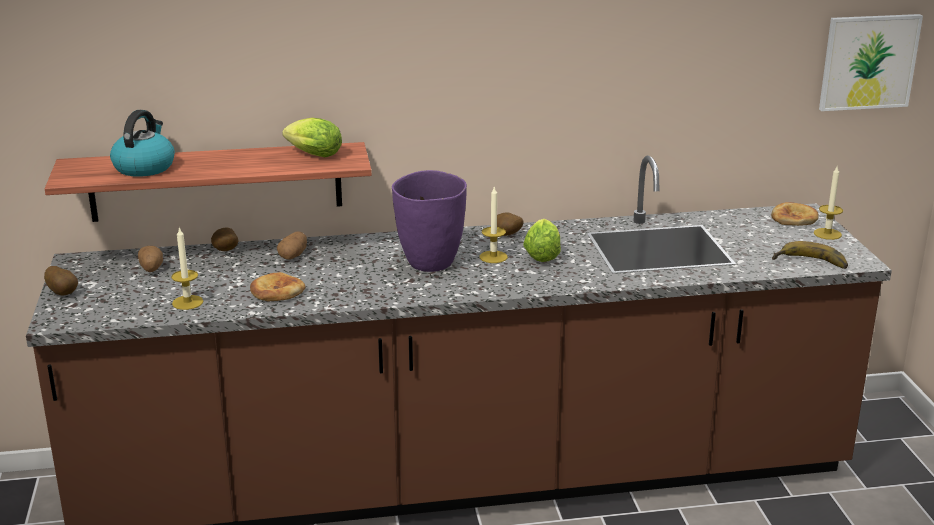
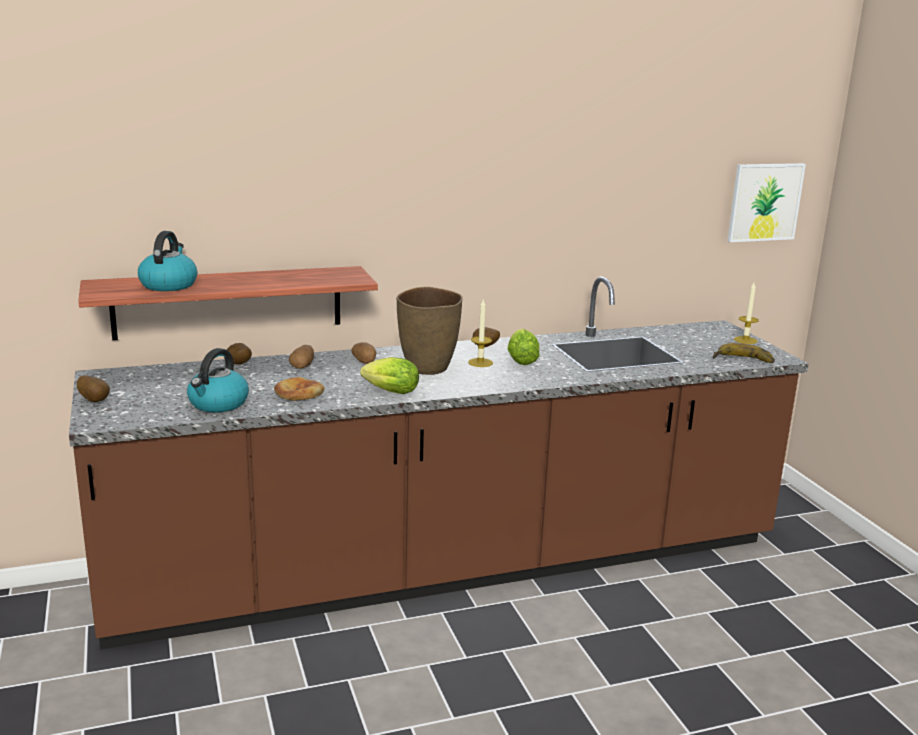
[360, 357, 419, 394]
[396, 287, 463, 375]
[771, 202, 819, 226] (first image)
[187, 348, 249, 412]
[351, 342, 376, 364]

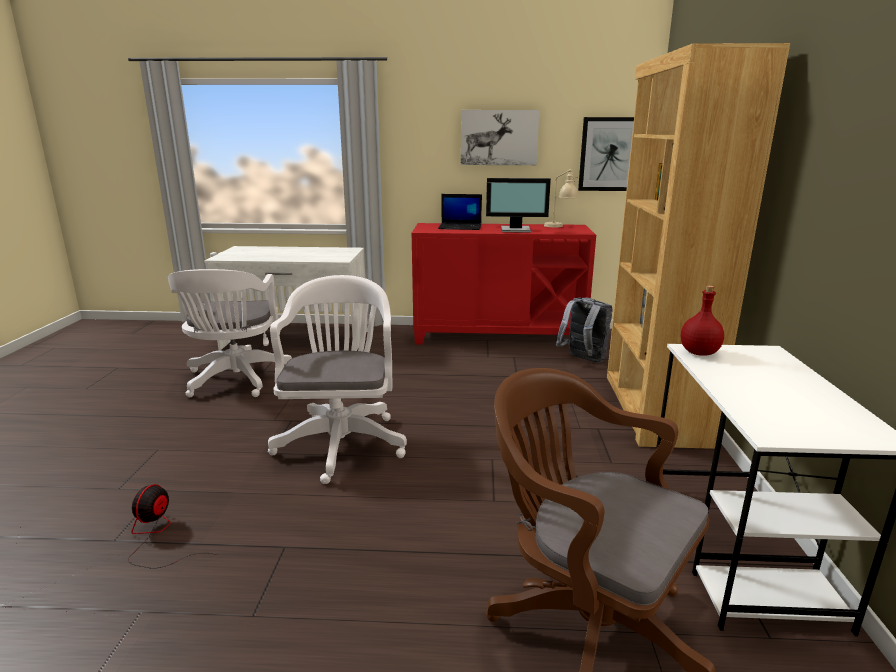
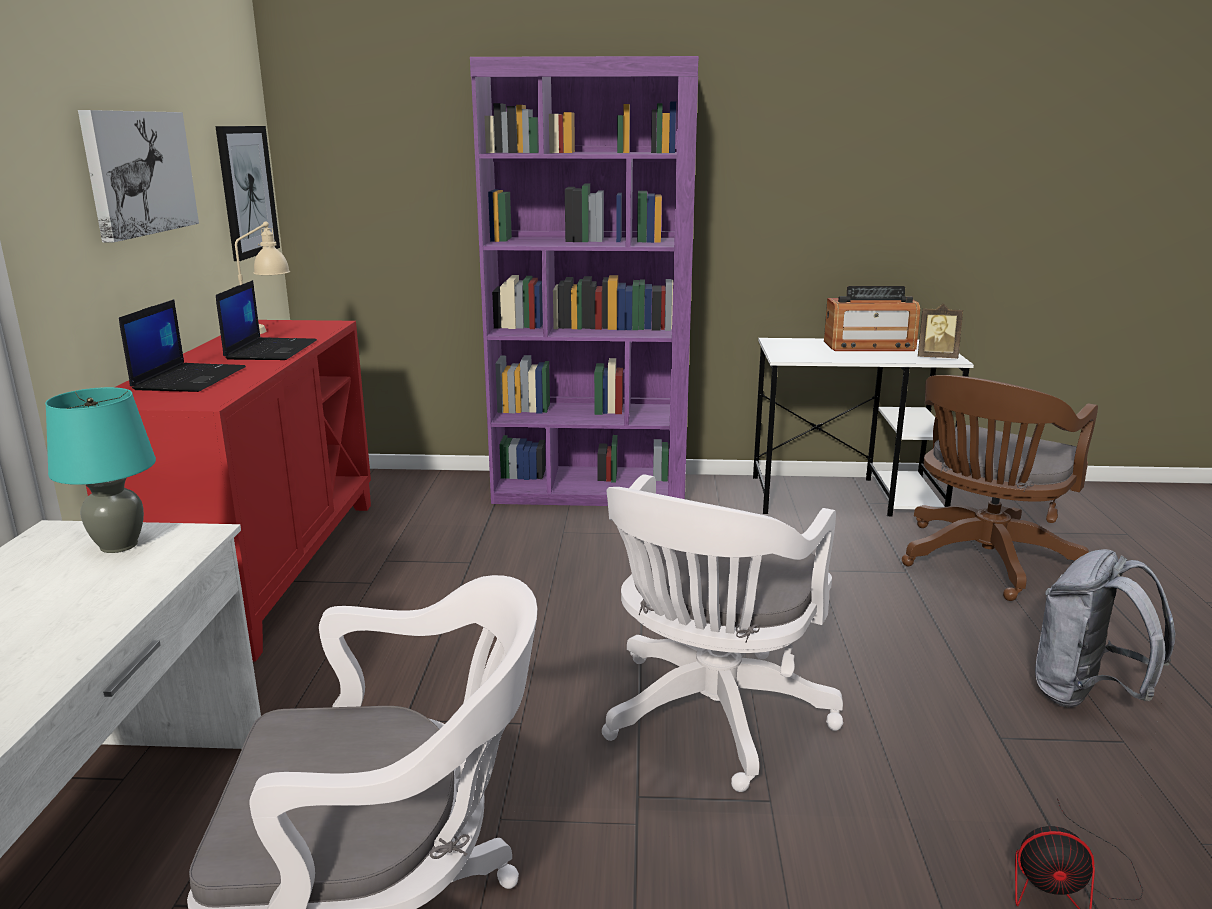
[470, 56, 699, 506]
[216, 280, 317, 360]
[602, 474, 843, 792]
[681, 285, 724, 356] (first image)
[1035, 549, 1176, 707]
[824, 286, 920, 351]
[918, 304, 963, 358]
[45, 387, 156, 553]

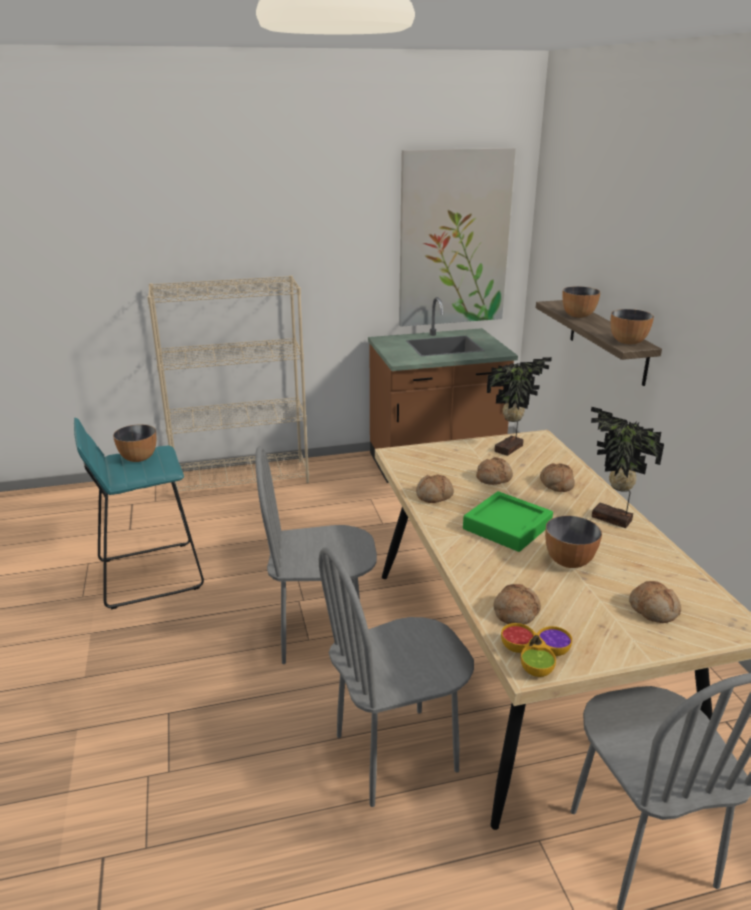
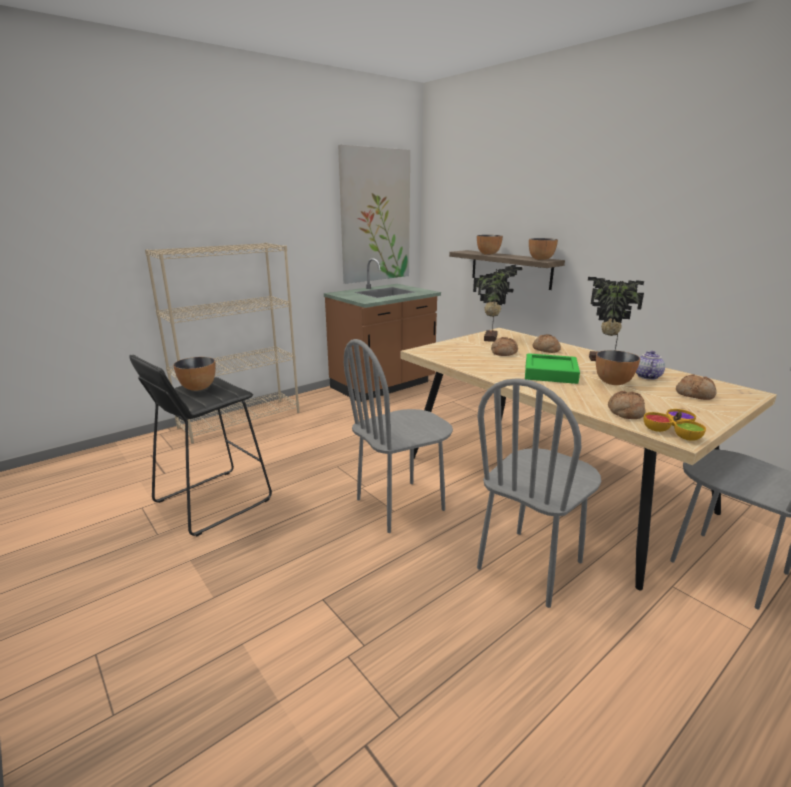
[129, 355, 272, 536]
[416, 474, 454, 503] (first image)
[636, 351, 665, 380]

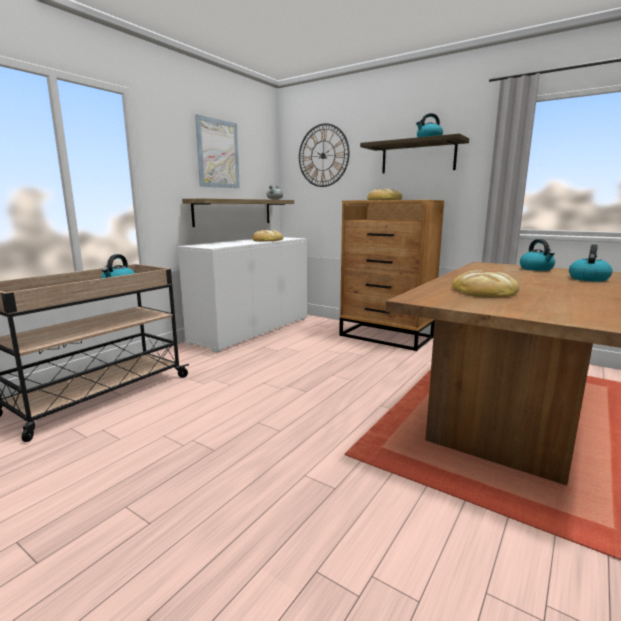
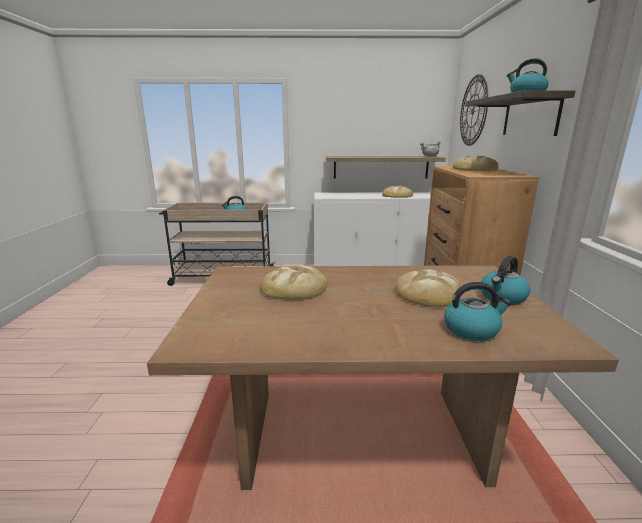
[195, 114, 240, 188] (first image)
[395, 270, 461, 307]

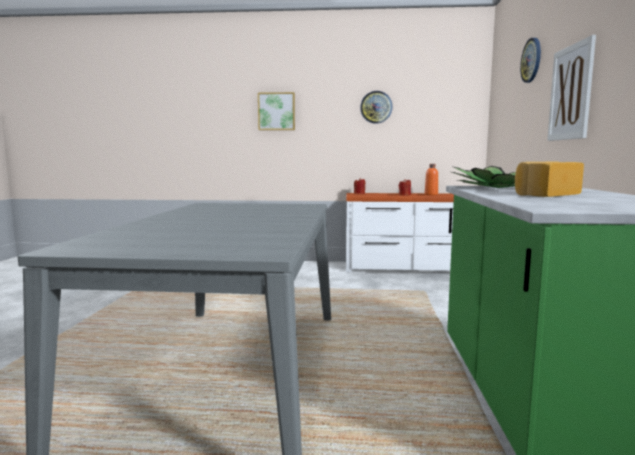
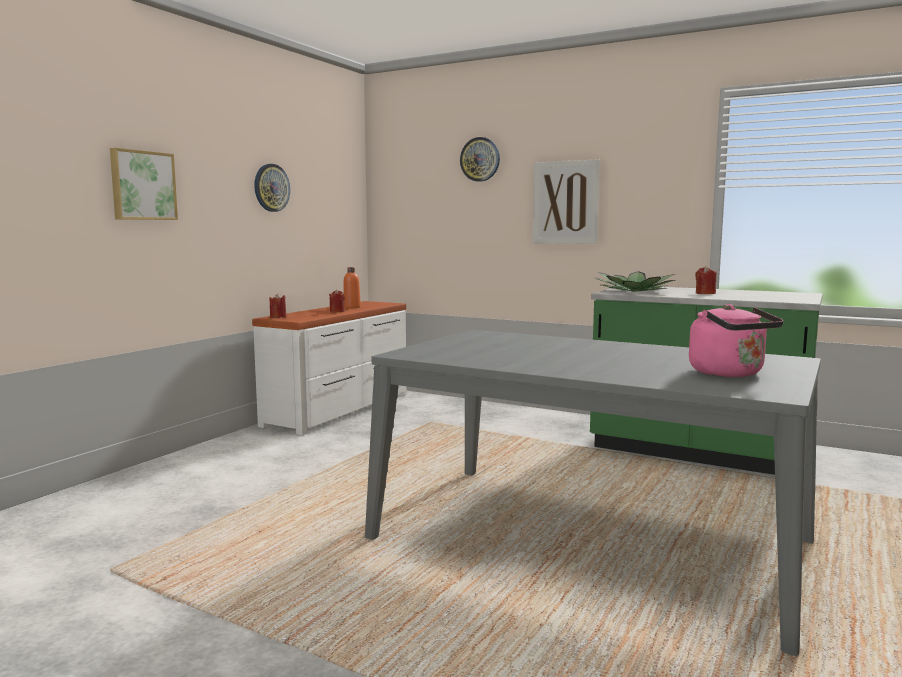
[695, 266, 716, 294]
[689, 304, 783, 377]

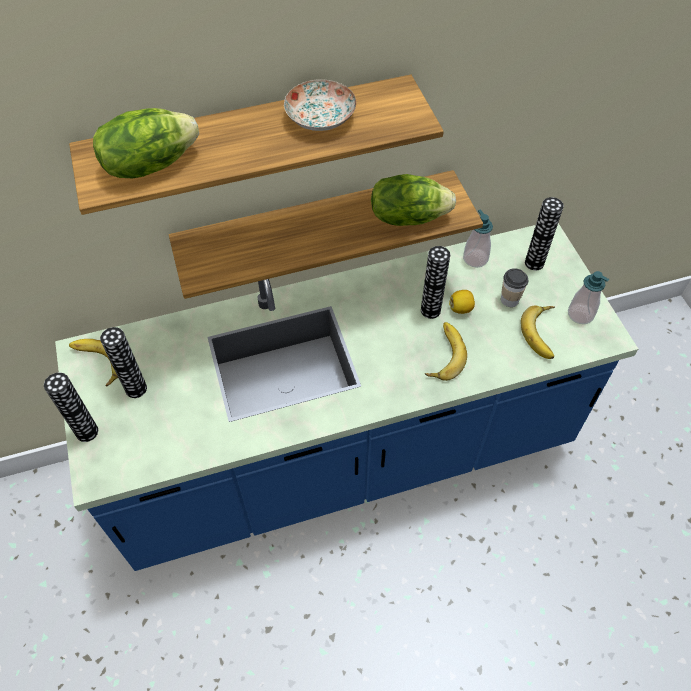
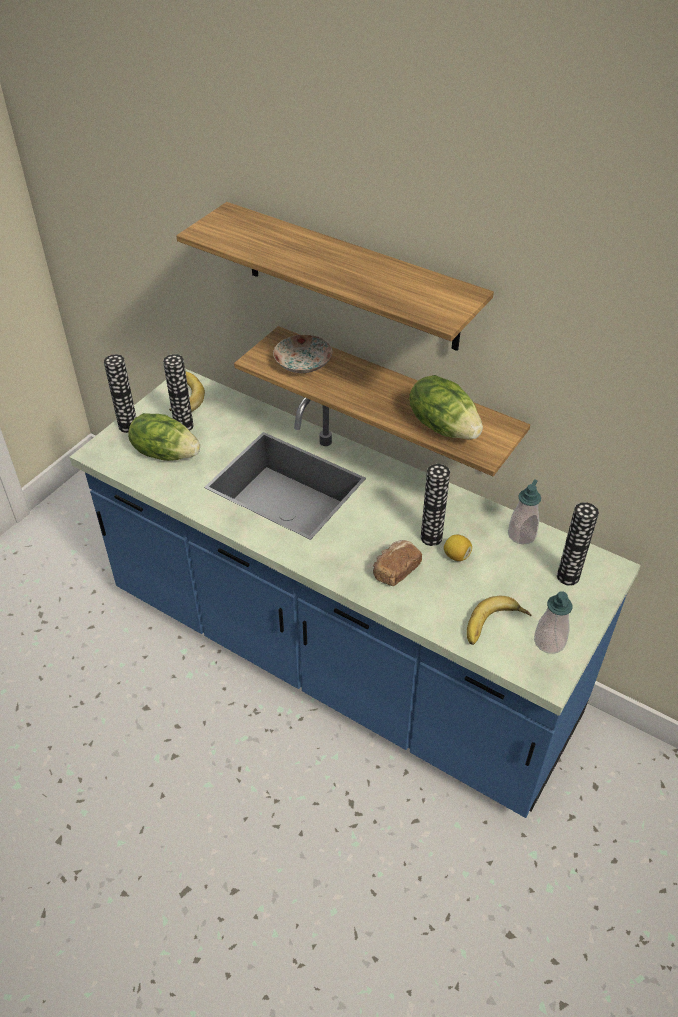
[273, 335, 333, 373]
[128, 413, 200, 461]
[501, 268, 528, 307] (first image)
[373, 540, 422, 586]

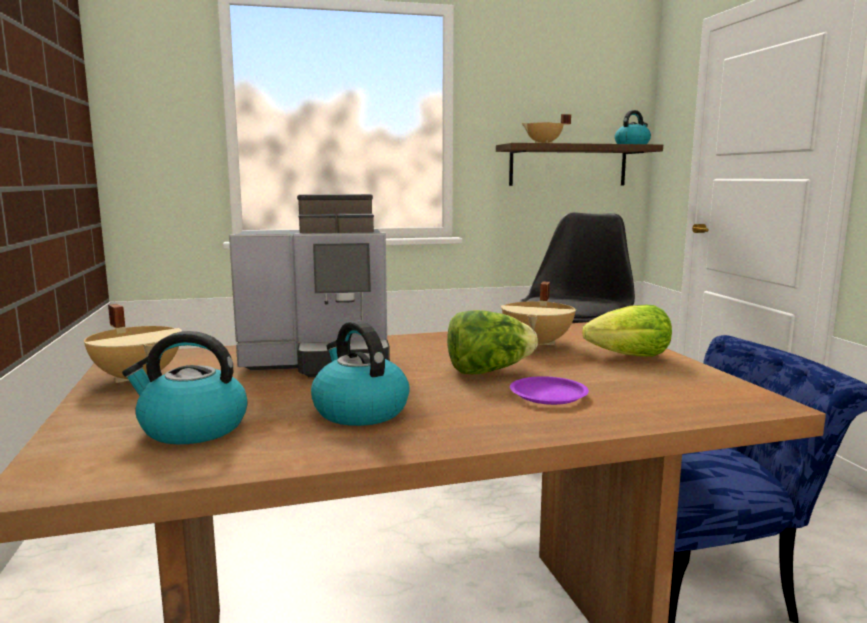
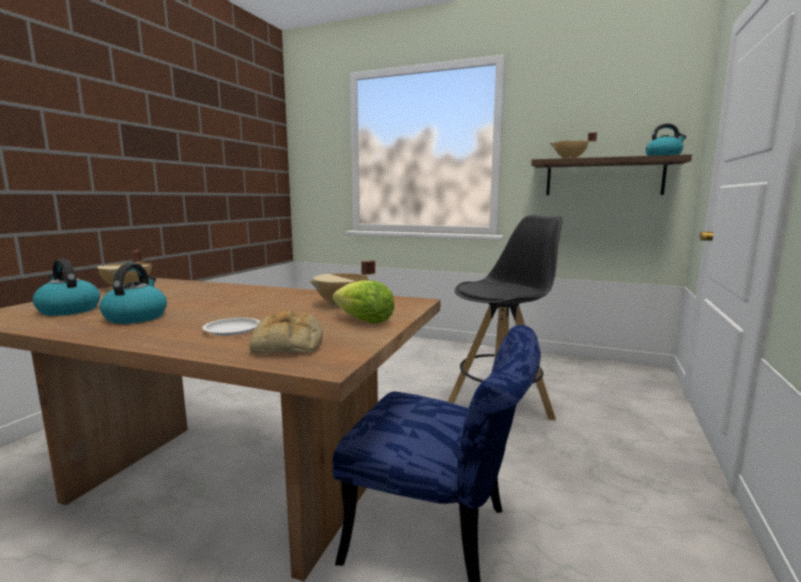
[229, 194, 390, 377] (first image)
[447, 310, 538, 374] (first image)
[202, 318, 260, 336]
[249, 310, 323, 354]

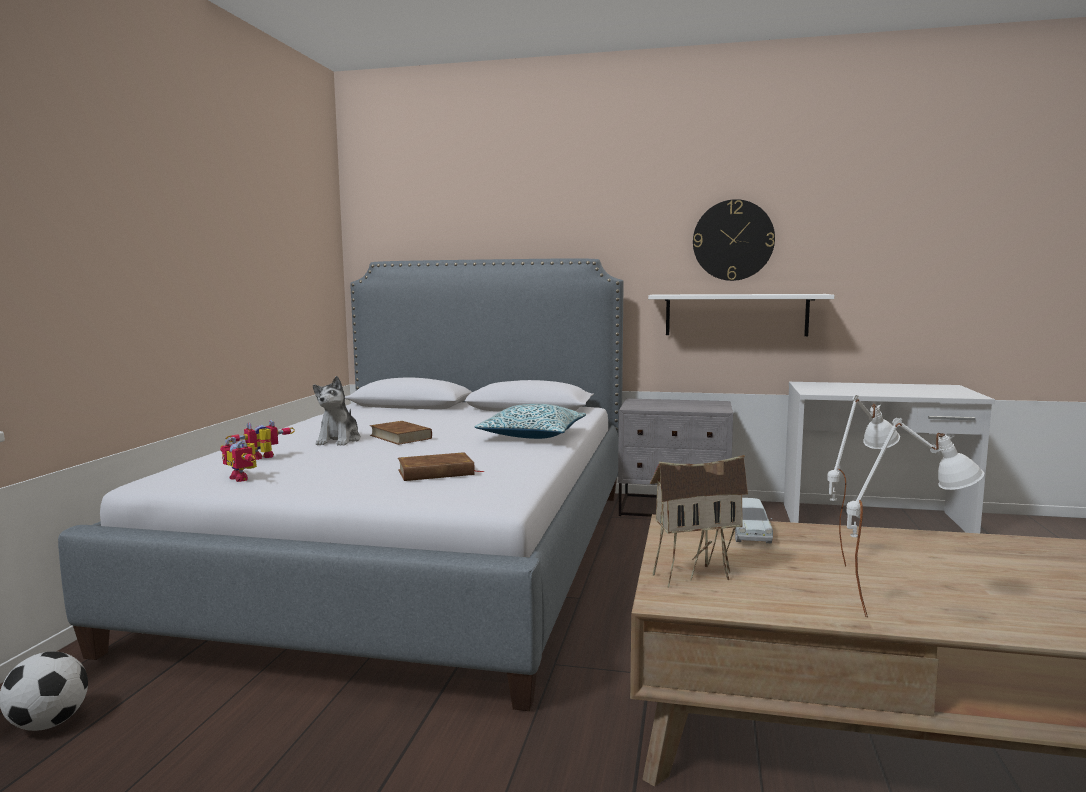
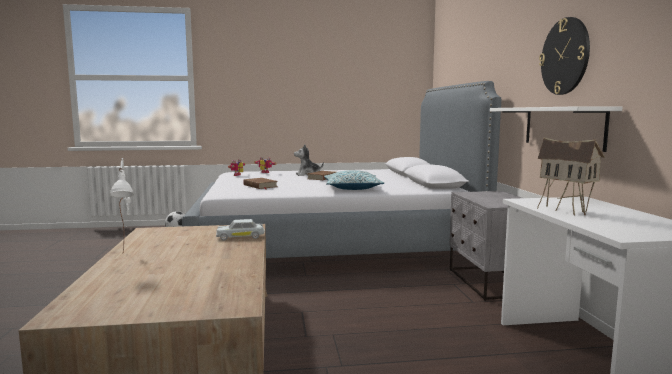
[827, 395, 900, 566] (first image)
[537, 137, 605, 215]

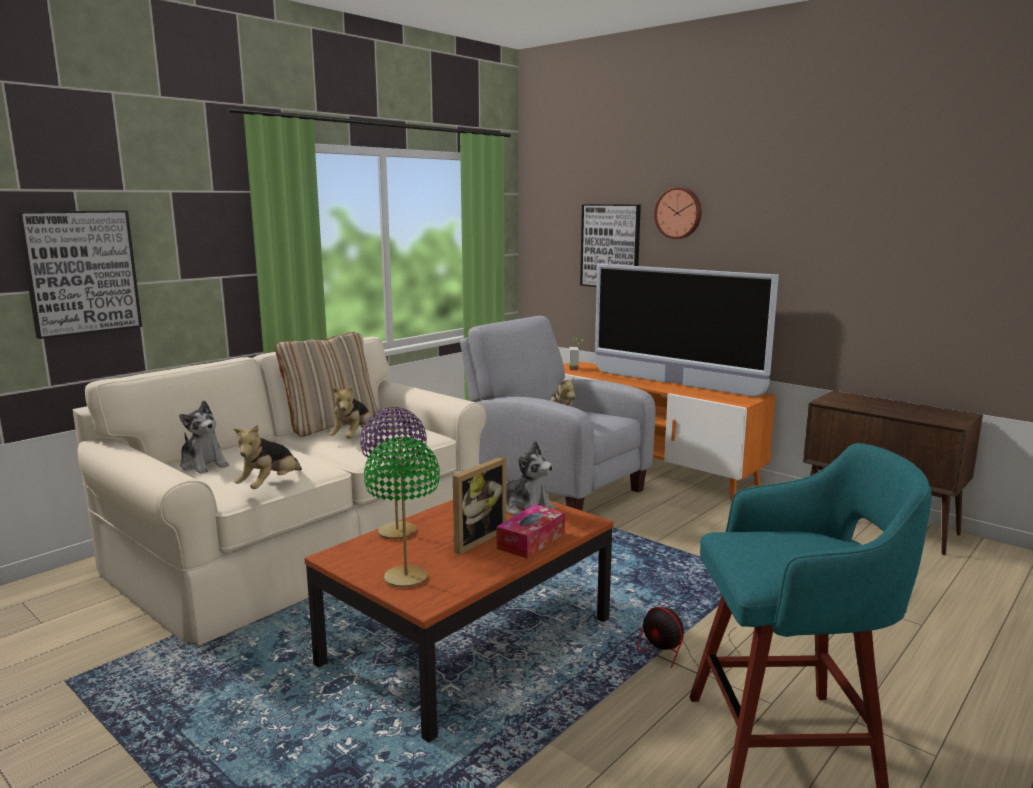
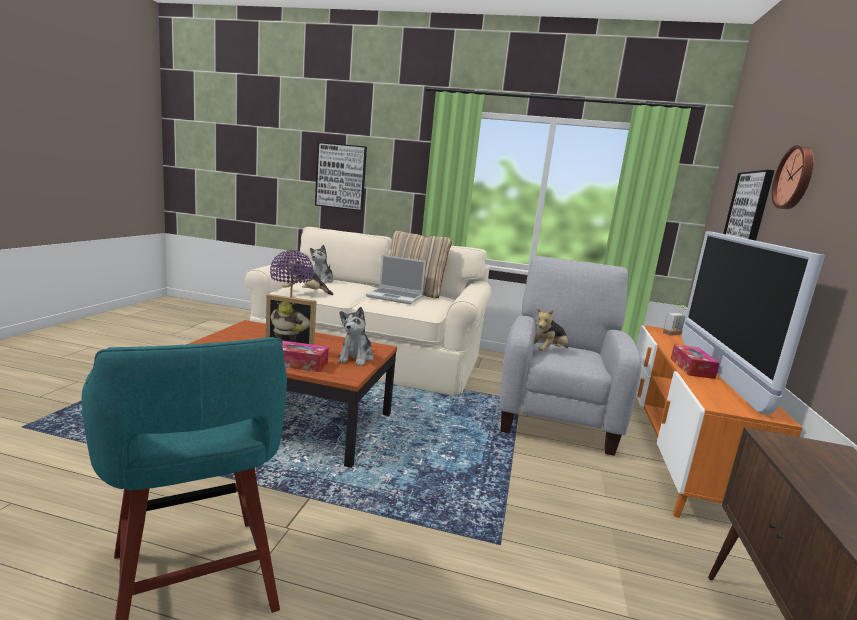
[366, 255, 426, 304]
[364, 437, 440, 588] (first image)
[637, 607, 740, 673] (first image)
[671, 344, 720, 379]

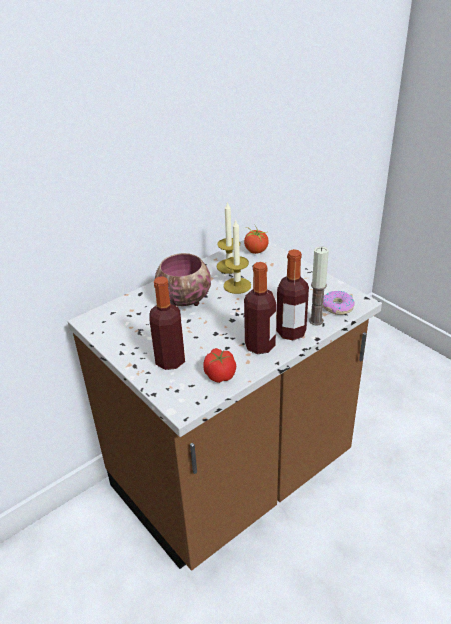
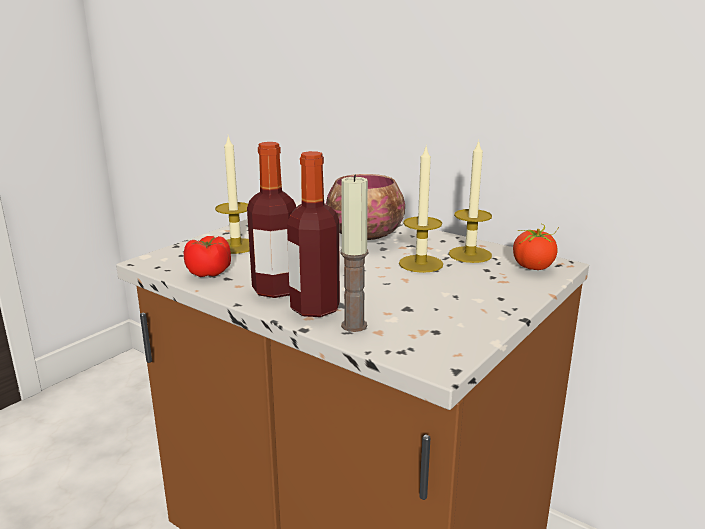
[215, 136, 250, 254]
[323, 291, 355, 315] (first image)

